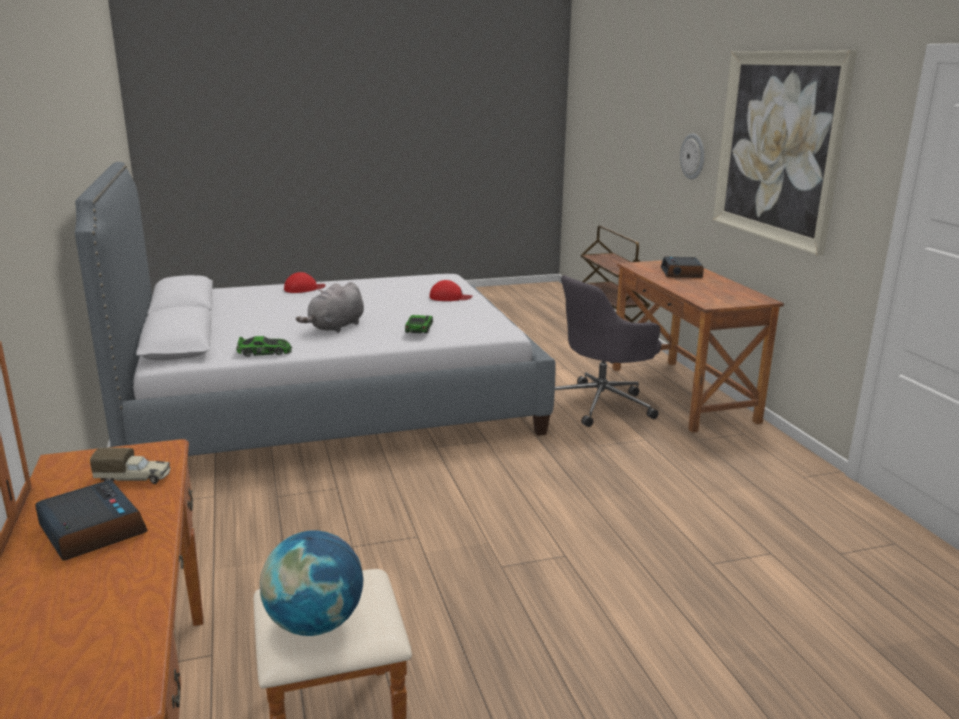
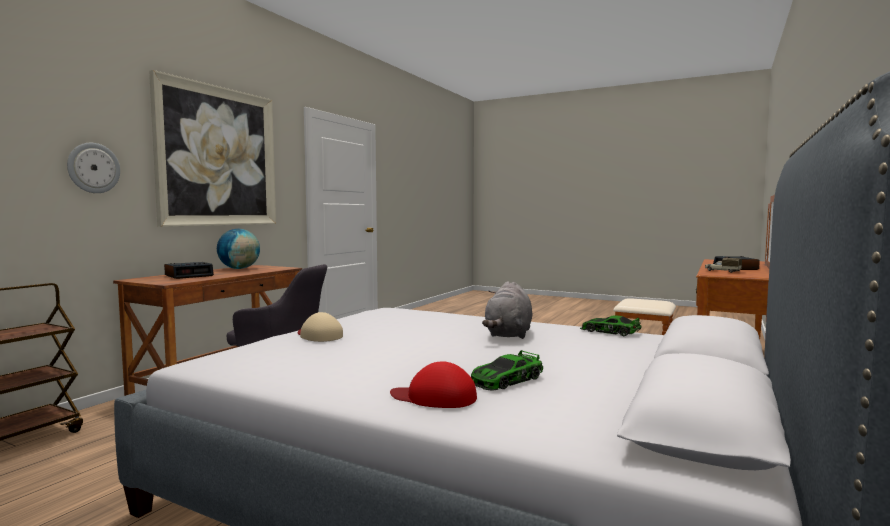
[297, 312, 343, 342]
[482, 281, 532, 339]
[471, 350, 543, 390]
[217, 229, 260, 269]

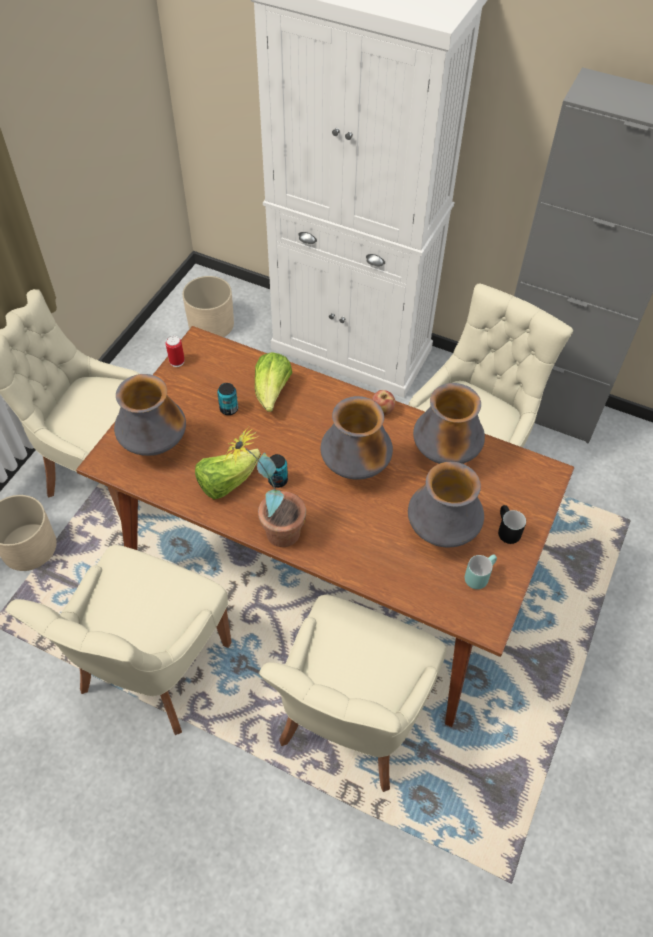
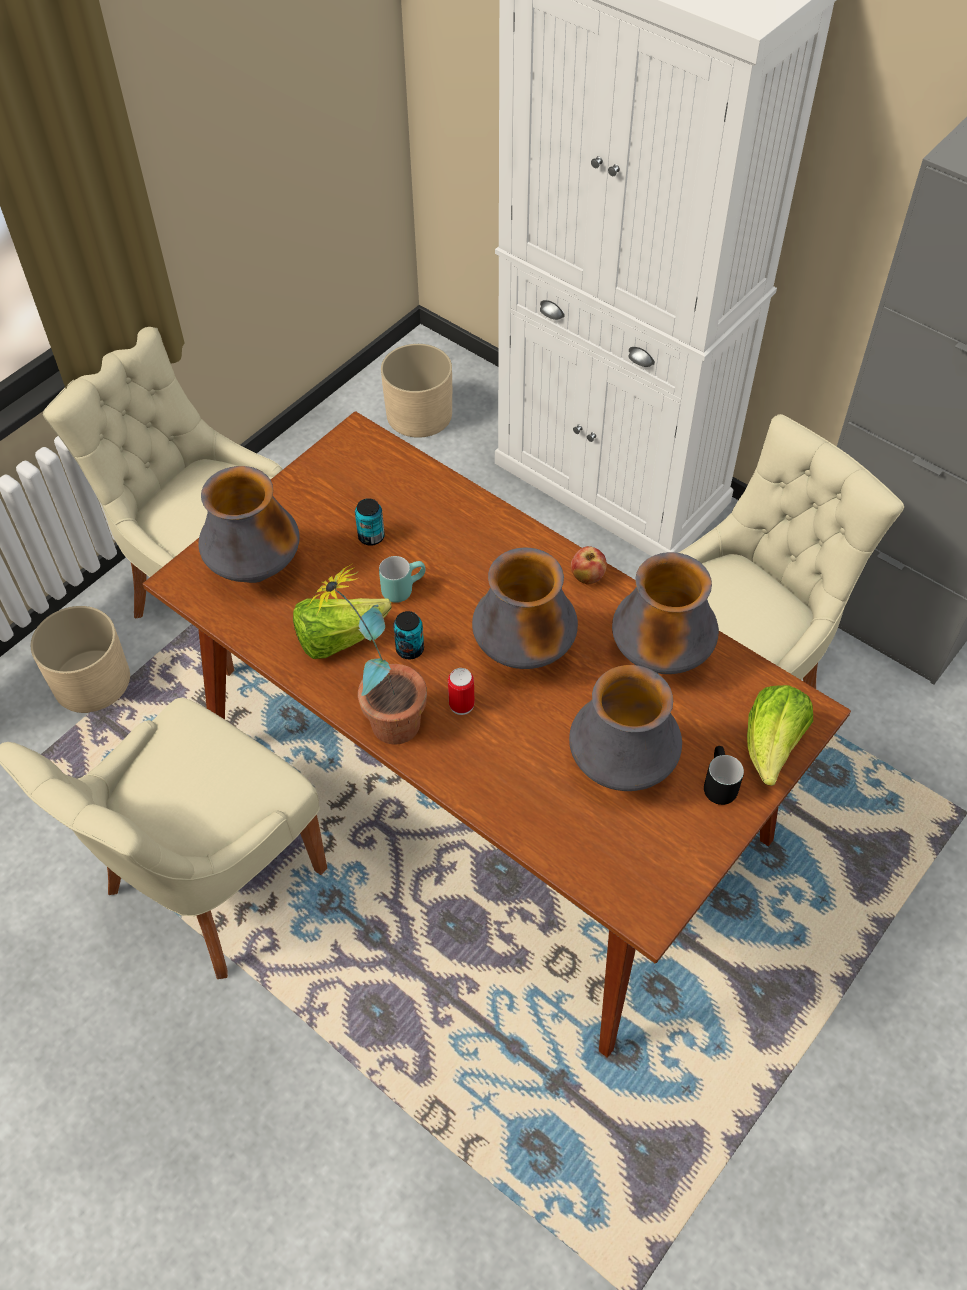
[448, 668, 475, 715]
[747, 685, 813, 786]
[379, 556, 426, 603]
[259, 595, 447, 792] (first image)

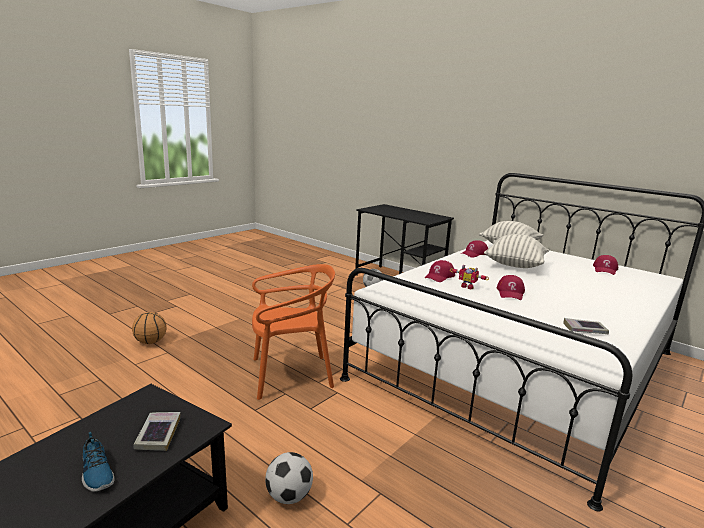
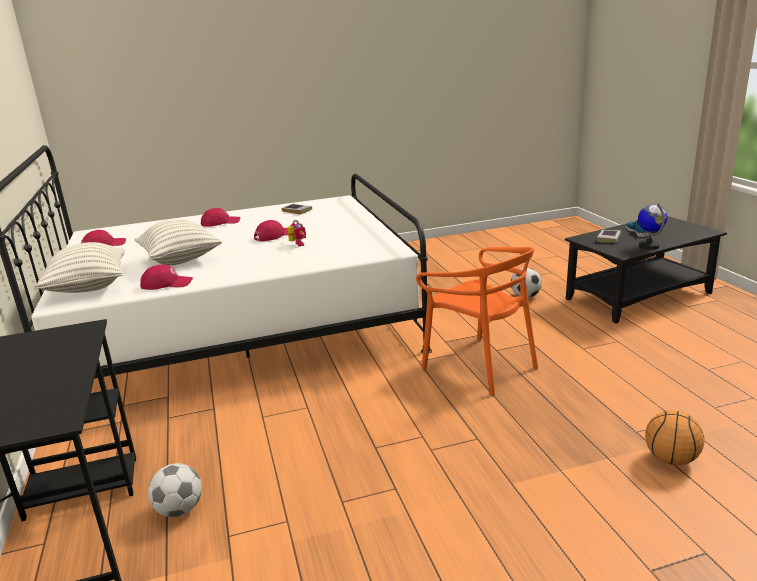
[201, 208, 240, 227]
[416, 247, 538, 395]
[638, 203, 668, 249]

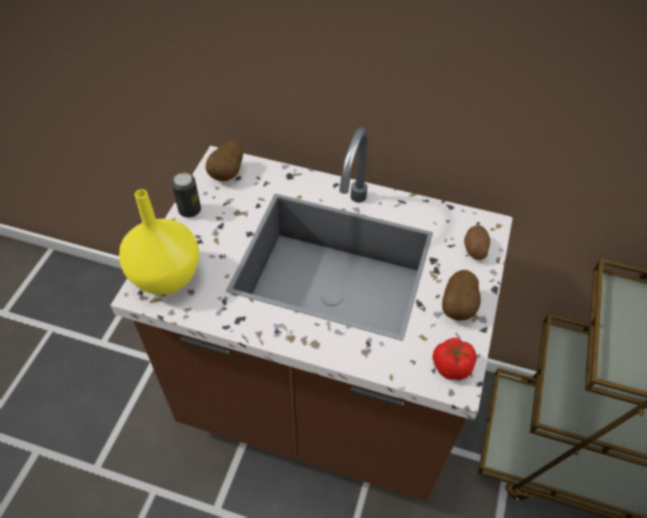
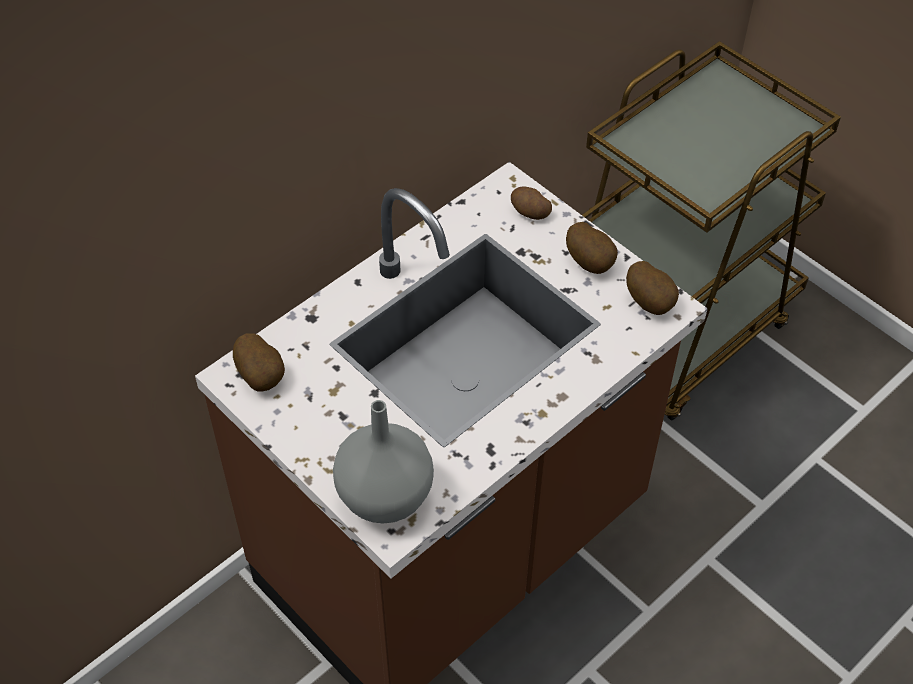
[171, 173, 201, 218] (first image)
[333, 400, 434, 524]
[626, 261, 679, 315]

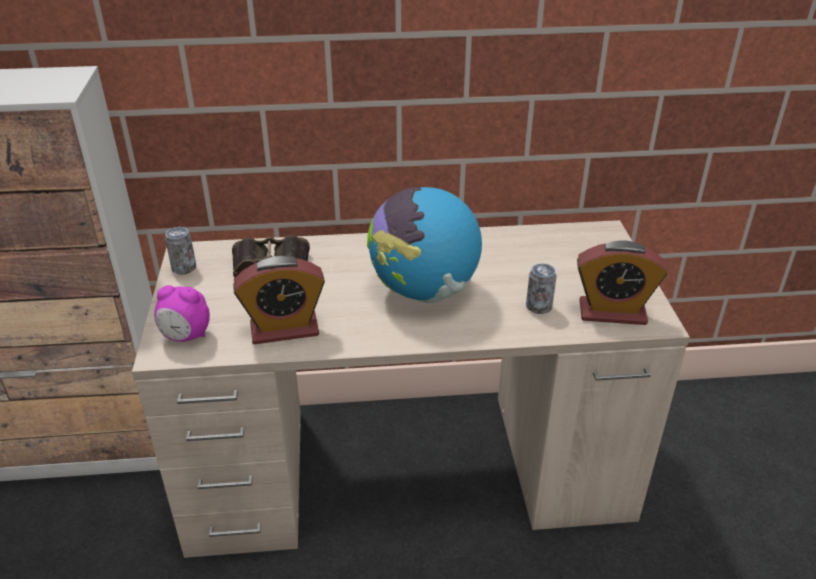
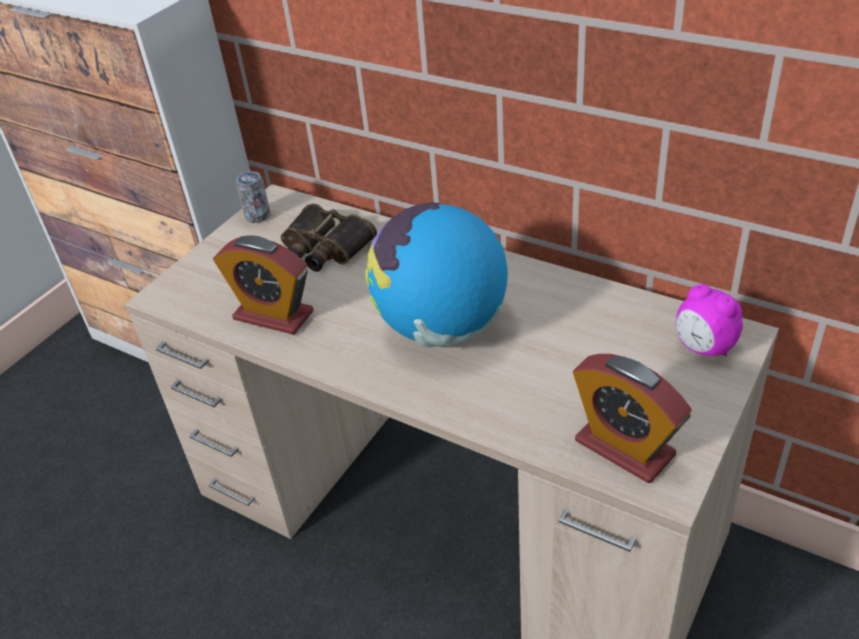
[526, 263, 557, 314] (first image)
[676, 284, 743, 356]

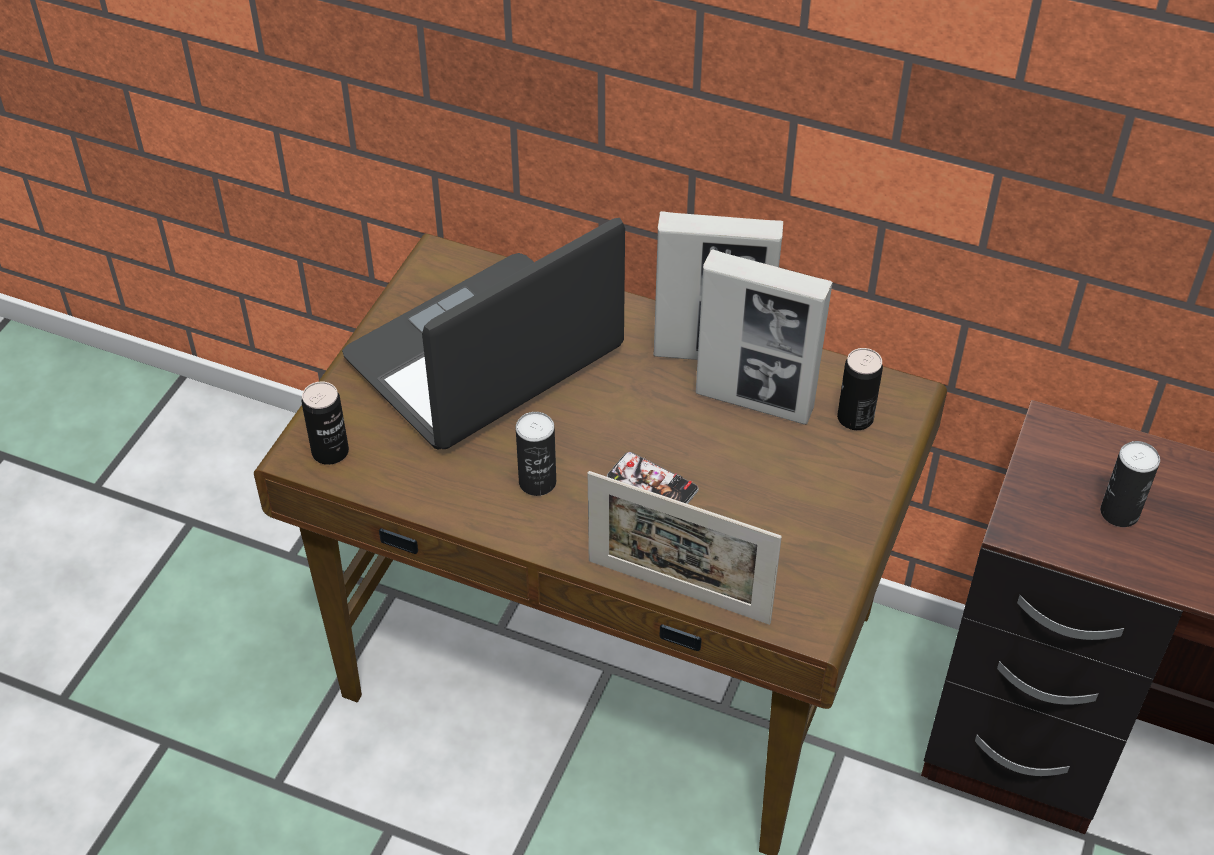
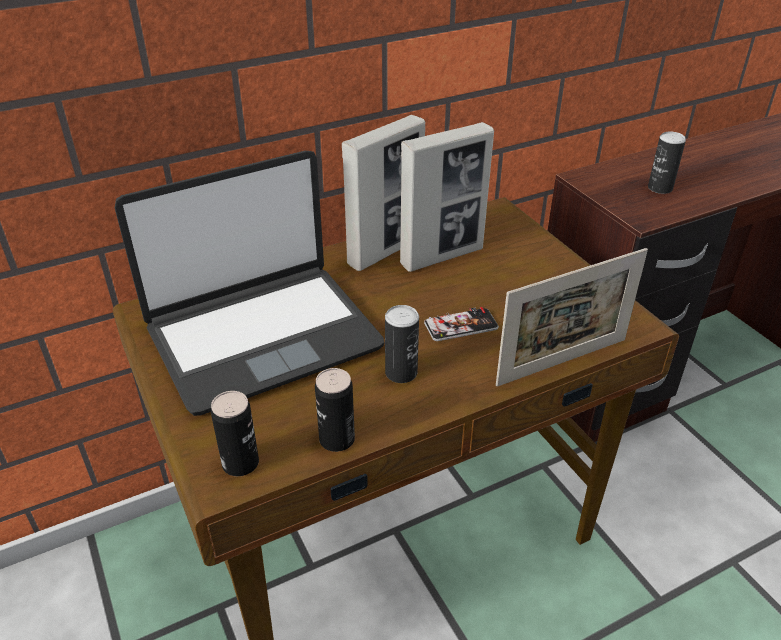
[115, 151, 384, 416]
[315, 368, 355, 452]

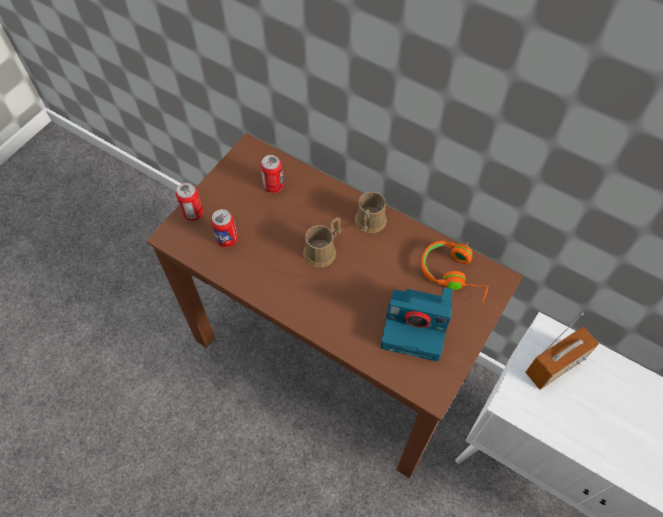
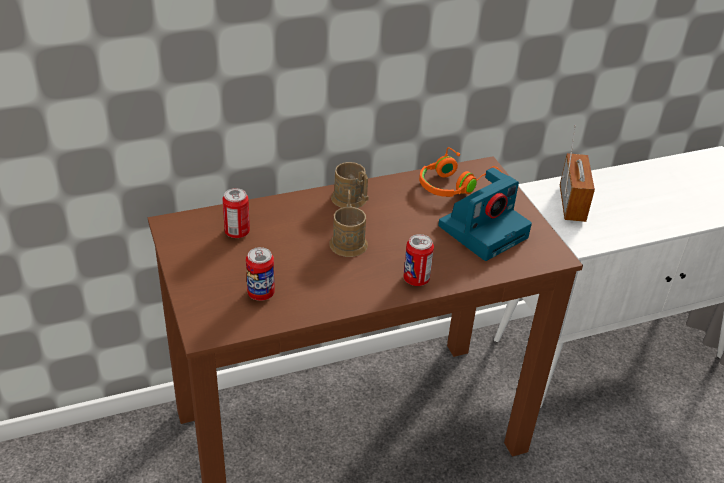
[403, 234, 434, 286]

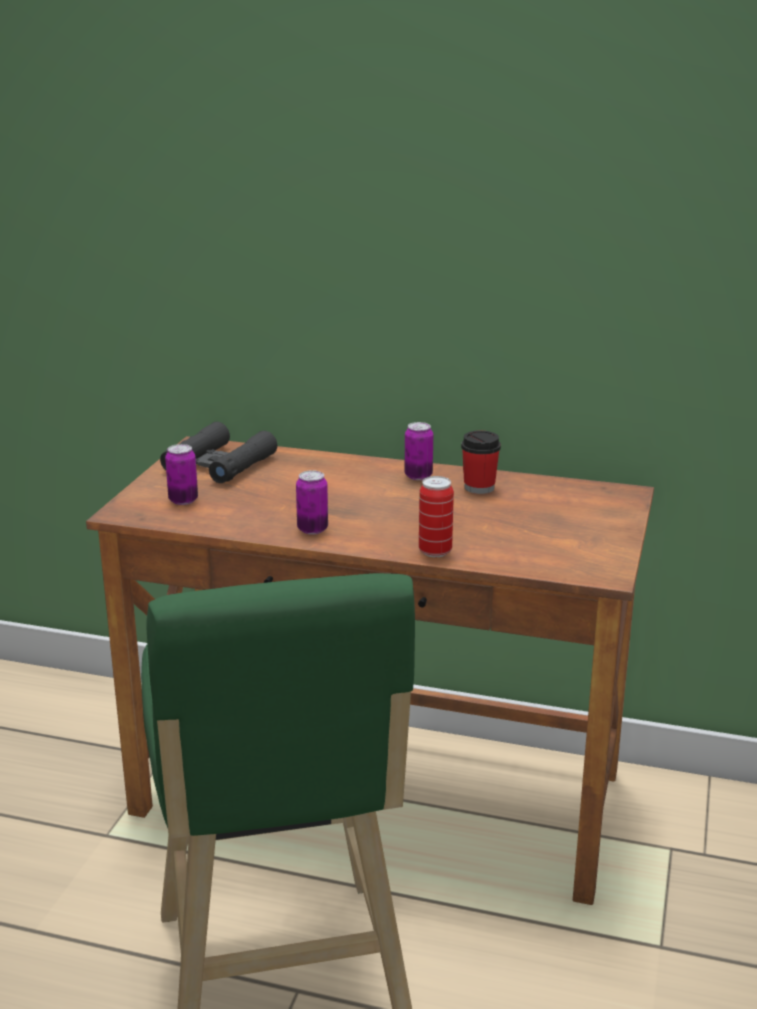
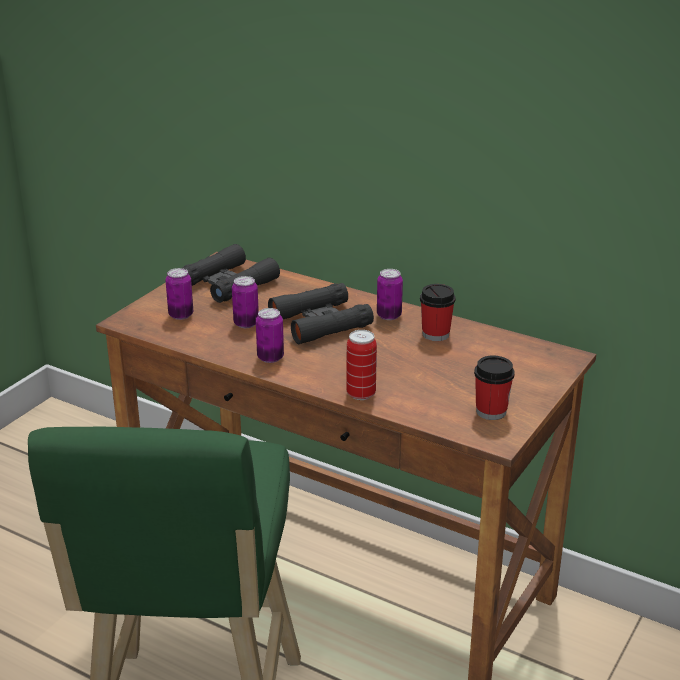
[232, 276, 259, 328]
[268, 283, 374, 344]
[474, 356, 515, 420]

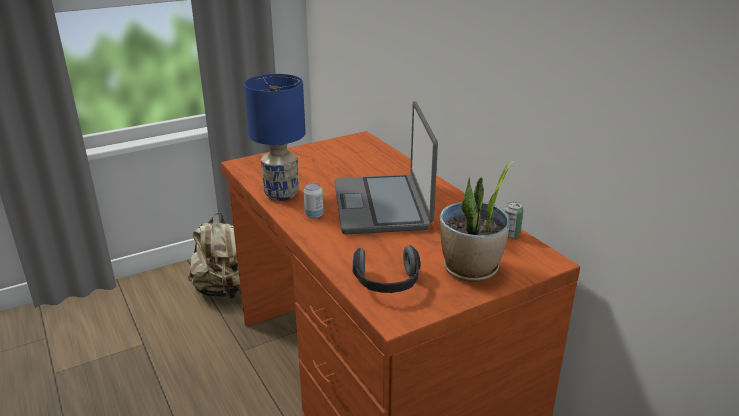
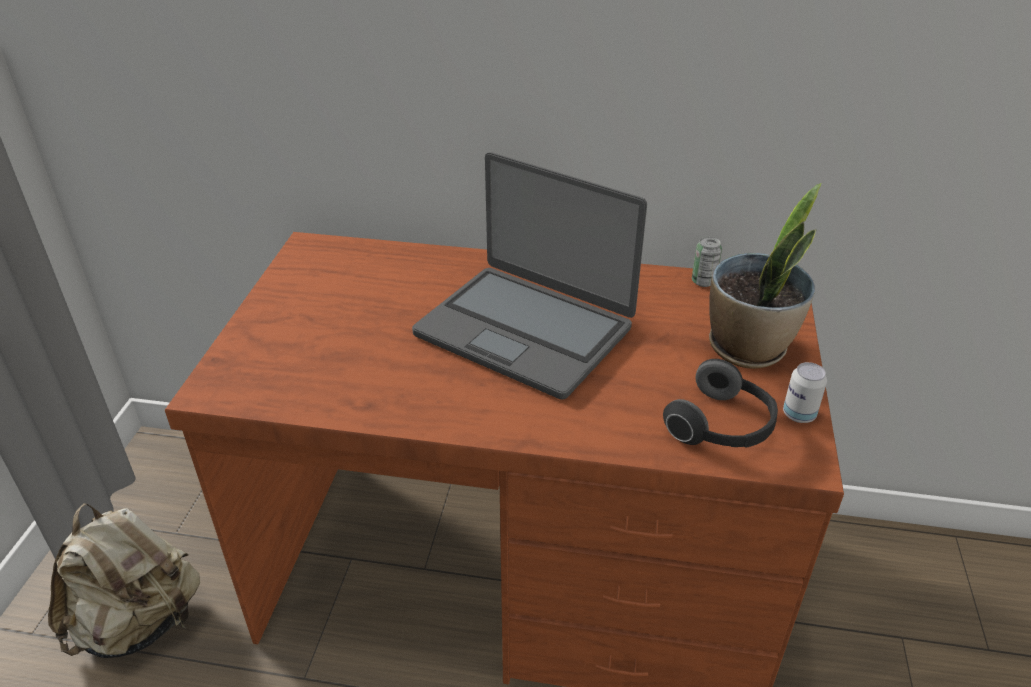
[244, 74, 306, 201] (first image)
[783, 362, 827, 423]

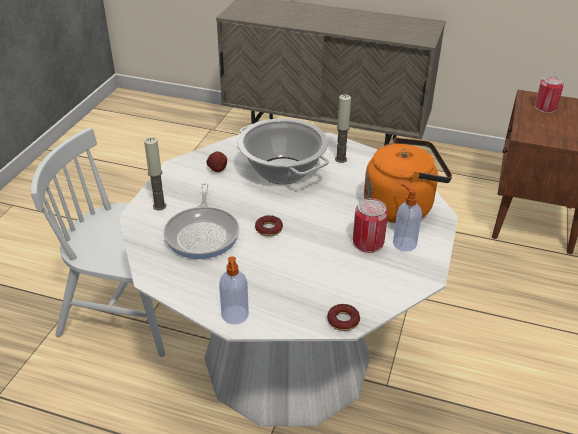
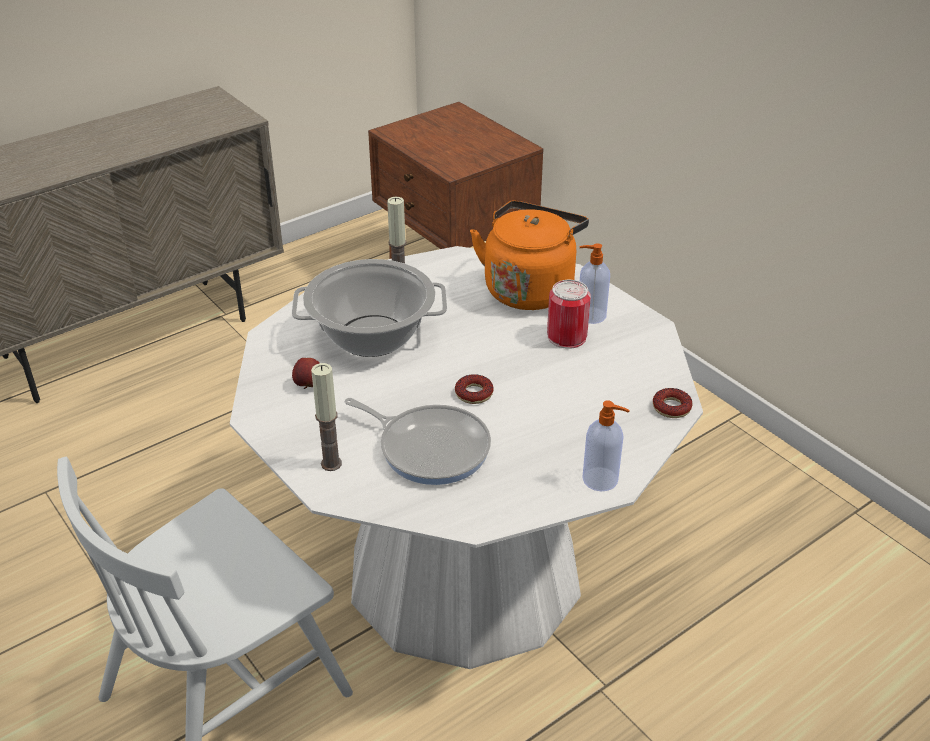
[535, 76, 564, 113] (first image)

